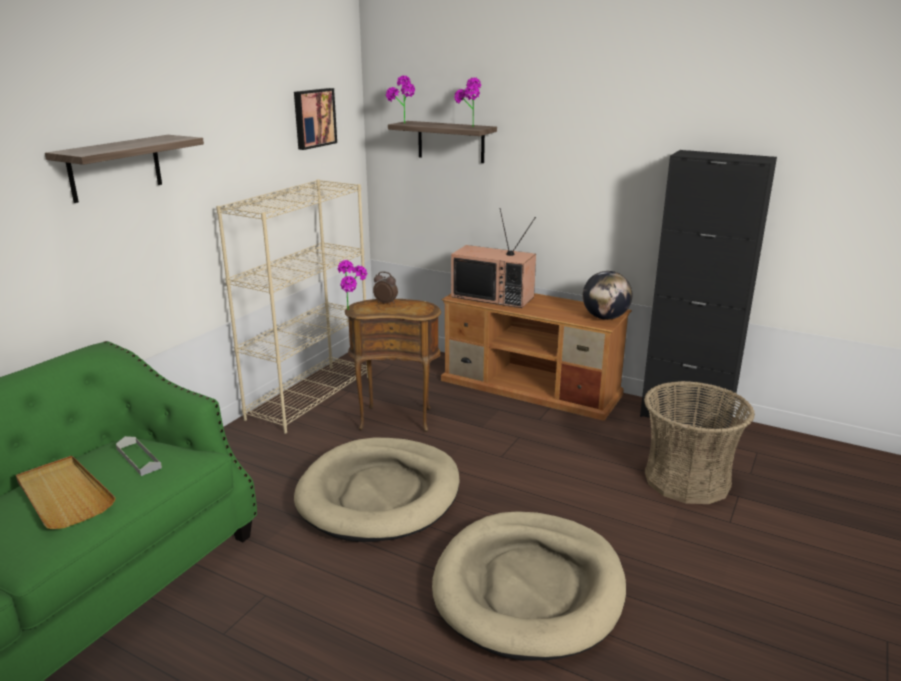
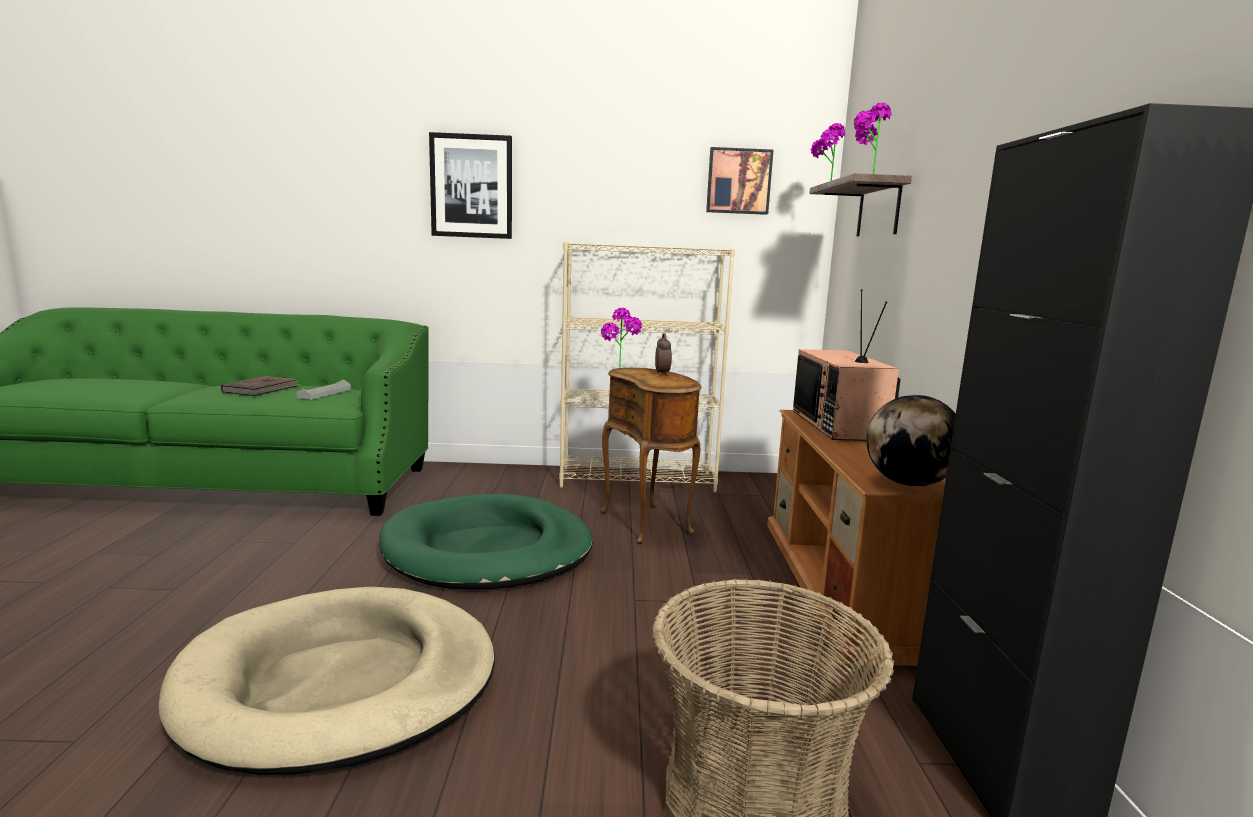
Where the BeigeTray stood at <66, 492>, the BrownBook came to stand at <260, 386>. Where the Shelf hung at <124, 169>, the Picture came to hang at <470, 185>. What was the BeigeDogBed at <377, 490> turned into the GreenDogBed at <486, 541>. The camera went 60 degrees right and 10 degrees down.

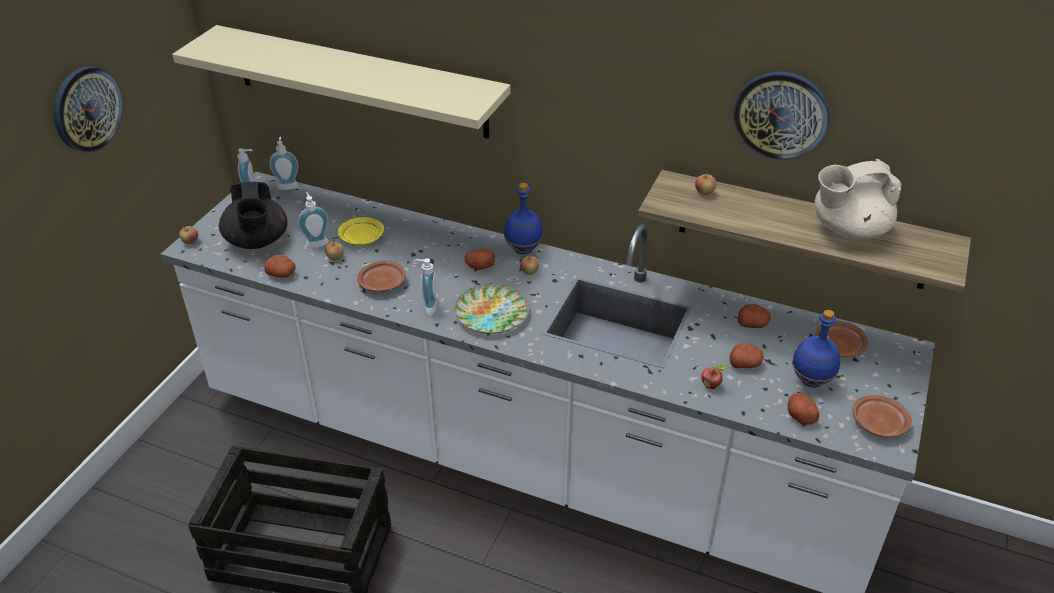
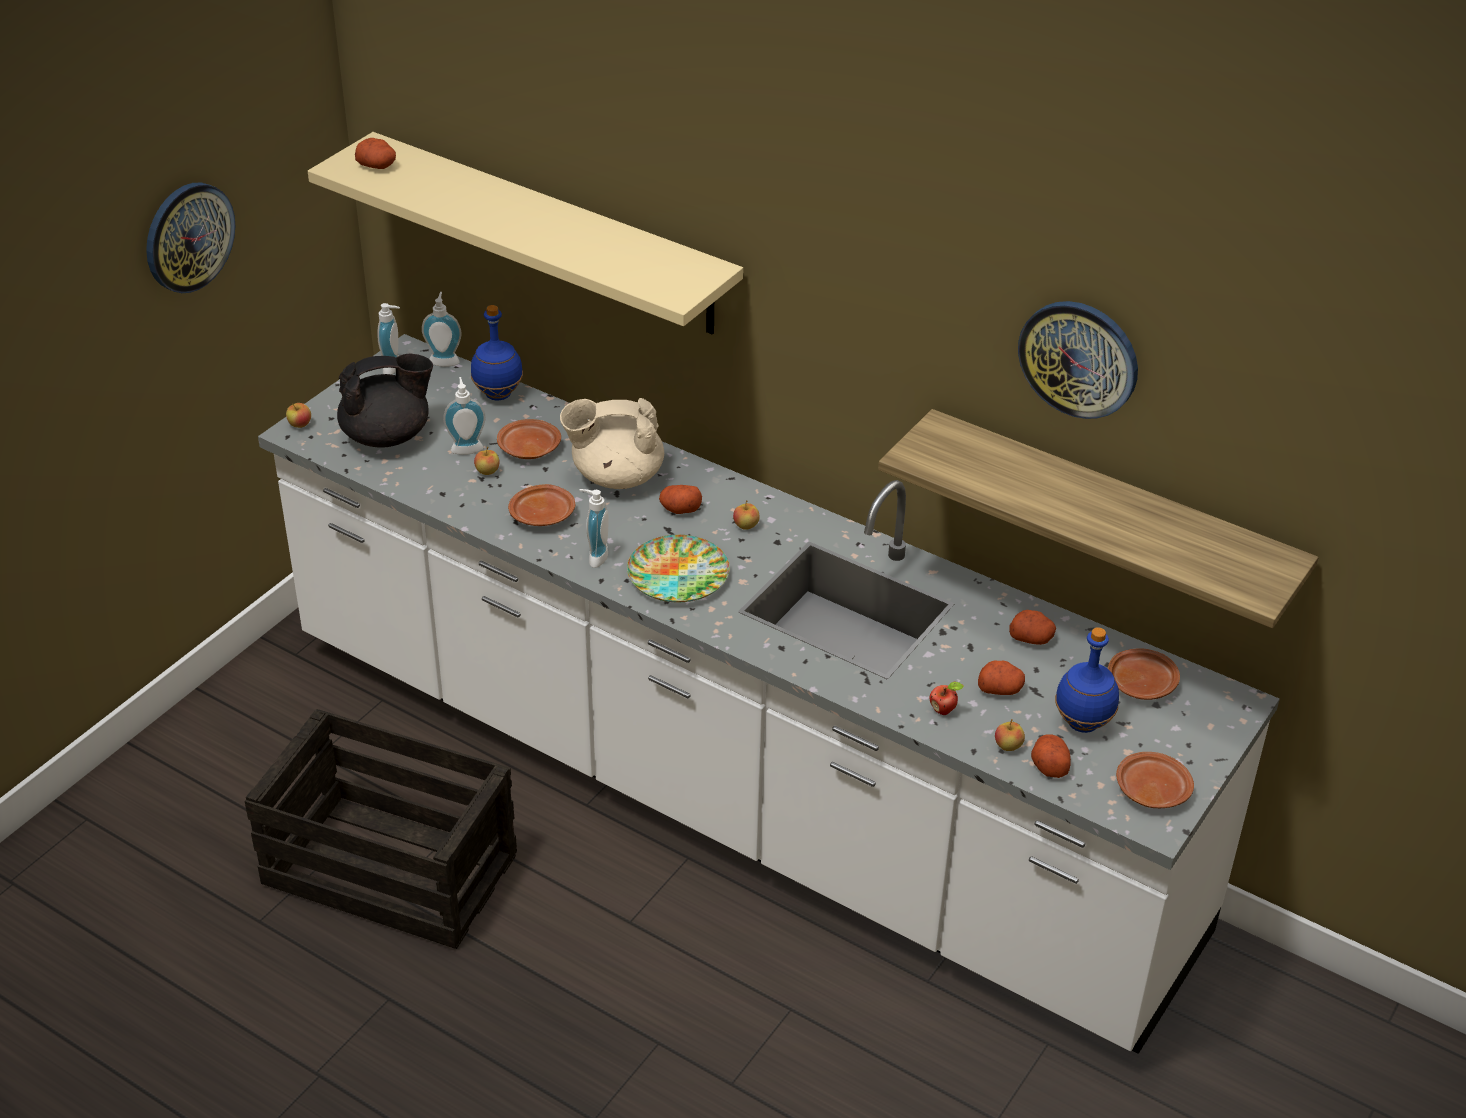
The BlackTeapot at <253, 215> ended up facing another way, 105 degrees counterclockwise from before. The Potato ended up elsewhere, having gone from <280, 266> to <375, 153>. What was the YellowPlate at <361, 231> turned into the BrownPlate at <529, 439>. The BlueBottle ended up elsewhere, having gone from <523, 218> to <497, 352>. The Apple ended up elsewhere, having gone from <705, 183> to <1010, 735>. The BeigeTeapot ended up elsewhere, having gone from <858, 199> to <612, 443>. The camera went 10 degrees right and 0 degrees up.

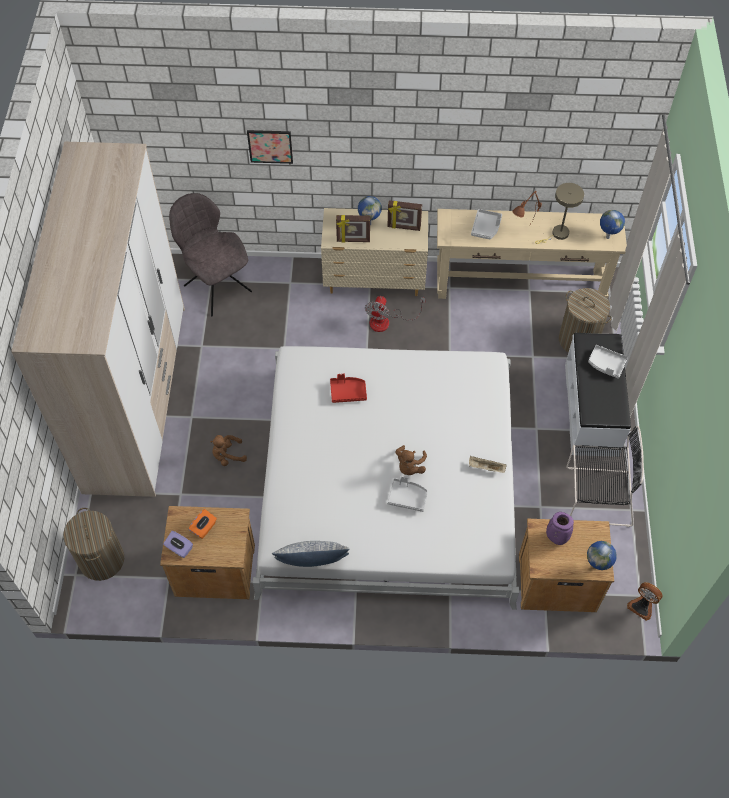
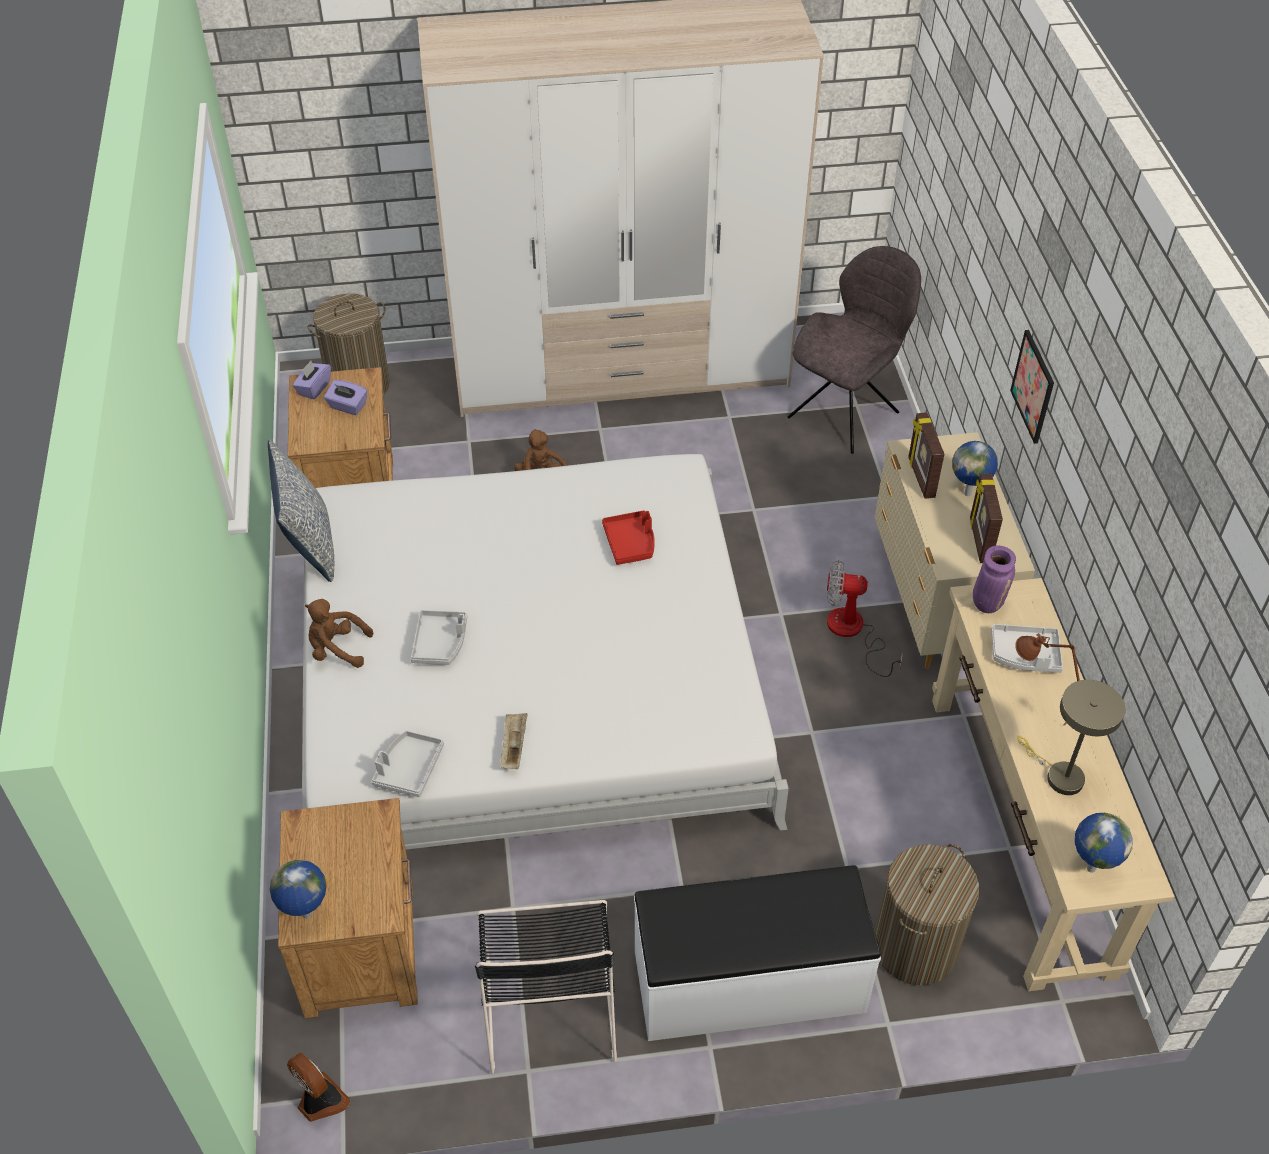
What was the OrangeTissueBox at <202, 524> turned into the PurpleTissueBox at <345, 397>. The Picture ended up elsewhere, having gone from <270, 147> to <1032, 387>. The BrownPlushToy ended up elsewhere, having gone from <411, 460> to <339, 633>. The PurpleVase ended up elsewhere, having gone from <560, 528> to <994, 579>. The GreyTray ended up elsewhere, having gone from <608, 362> to <407, 764>. The Fan at <644, 601> ended up facing another way, 105 degrees clockwise from before. The camera went 80 degrees right and 10 degrees down.

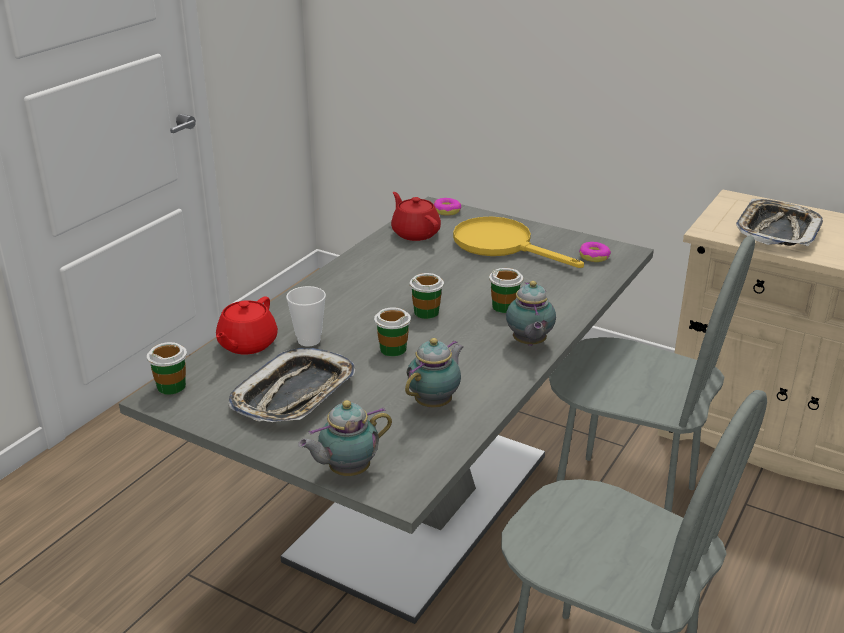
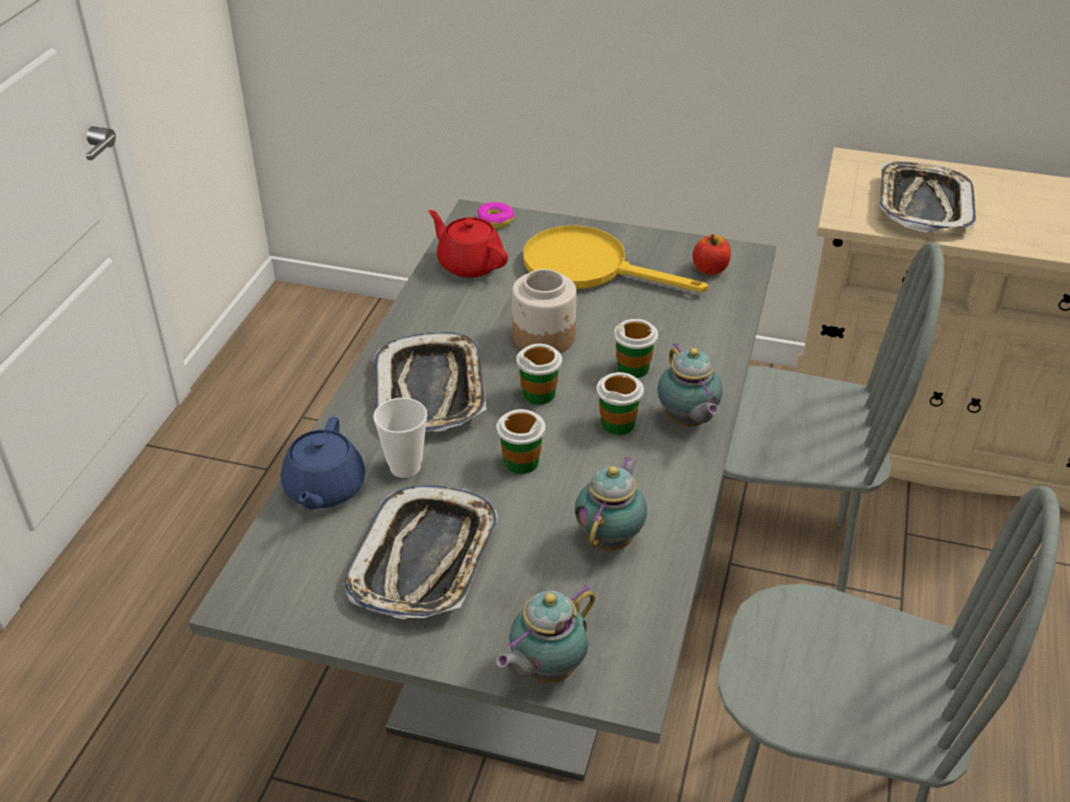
The Cup ended up elsewhere, having gone from <167, 368> to <620, 403>. What was the RedTeapot at <247, 325> turned into the BlueTeapot at <323, 463>. Where the Donut stood at <595, 252>, the Apple came to stand at <712, 254>. The second view gained the Tray at <430, 382>. The second view gained the Jar at <544, 311>. The camera went 15 degrees left and 10 degrees up.

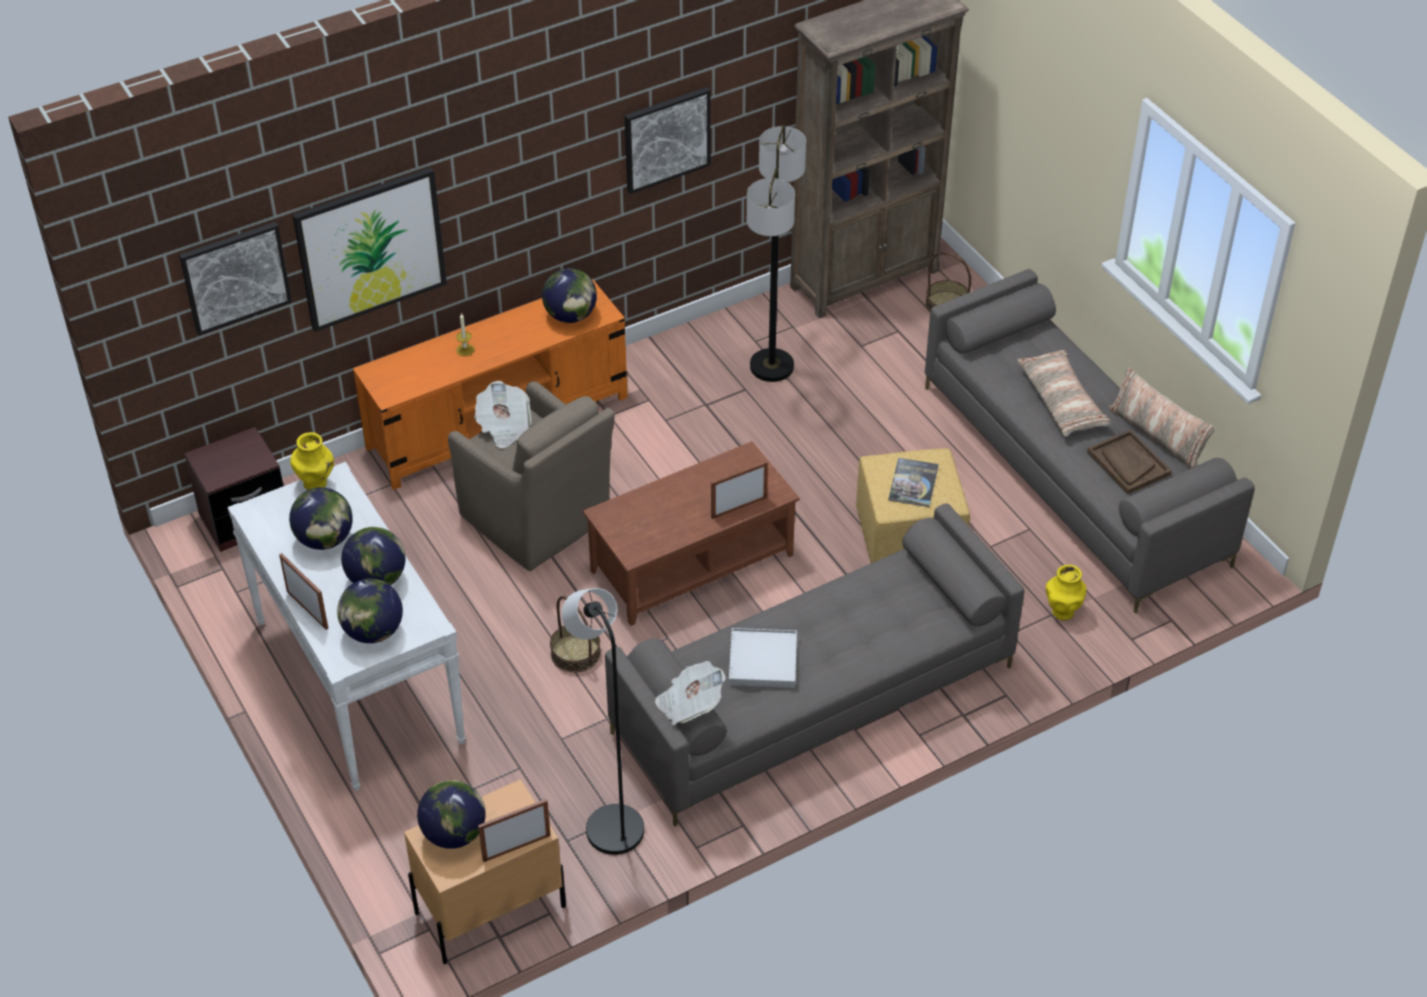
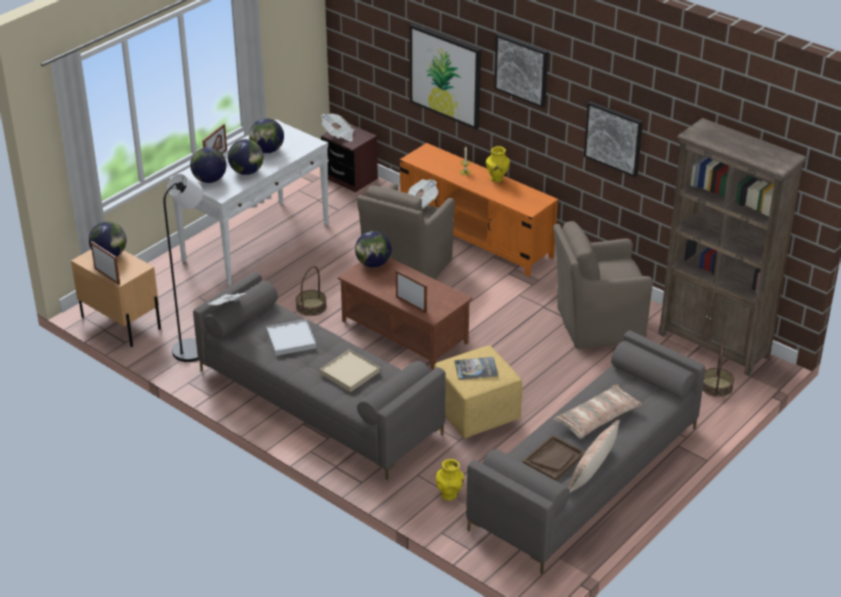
The Picture ended up elsewhere, having gone from <235, 278> to <521, 70>. The YellowVase ended up elsewhere, having gone from <312, 461> to <498, 164>. The Globe ended up elsewhere, having gone from <569, 295> to <373, 249>. Where the FloorLamp stood at <776, 253>, the BrownArmchair came to stand at <603, 285>. The second view gained the BeigeTray at <350, 370>. The second view gained the Newspaper at <337, 127>. The camera went 70 degrees right and 10 degrees down.

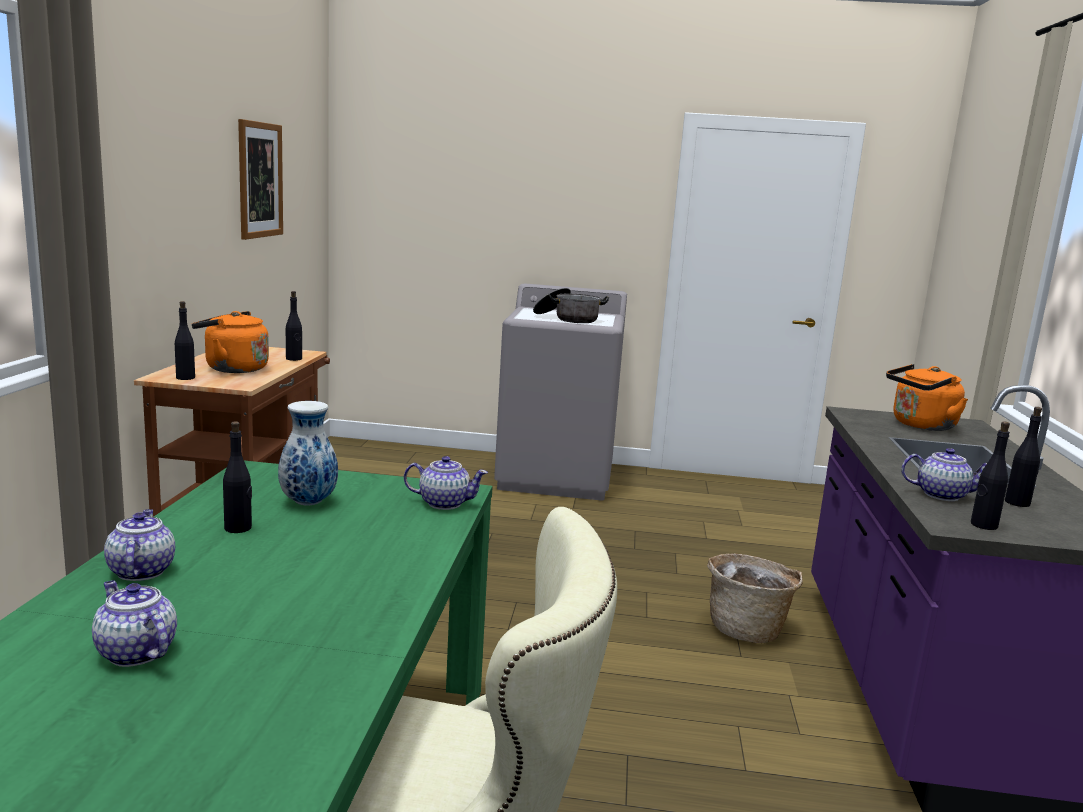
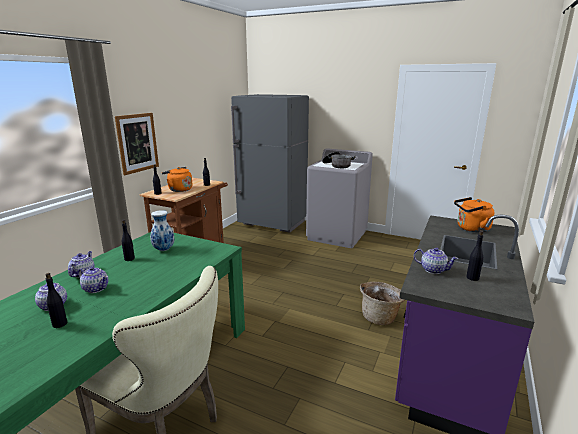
The Picture ended up elsewhere, having gone from <260, 179> to <137, 144>. The Teapot ended up elsewhere, having gone from <446, 483> to <93, 280>. The BlackBottle ended up elsewhere, having gone from <990, 475> to <56, 300>. The second view gained the GreyFridge at <270, 163>. The camera went 20 degrees right and 5 degrees up.

